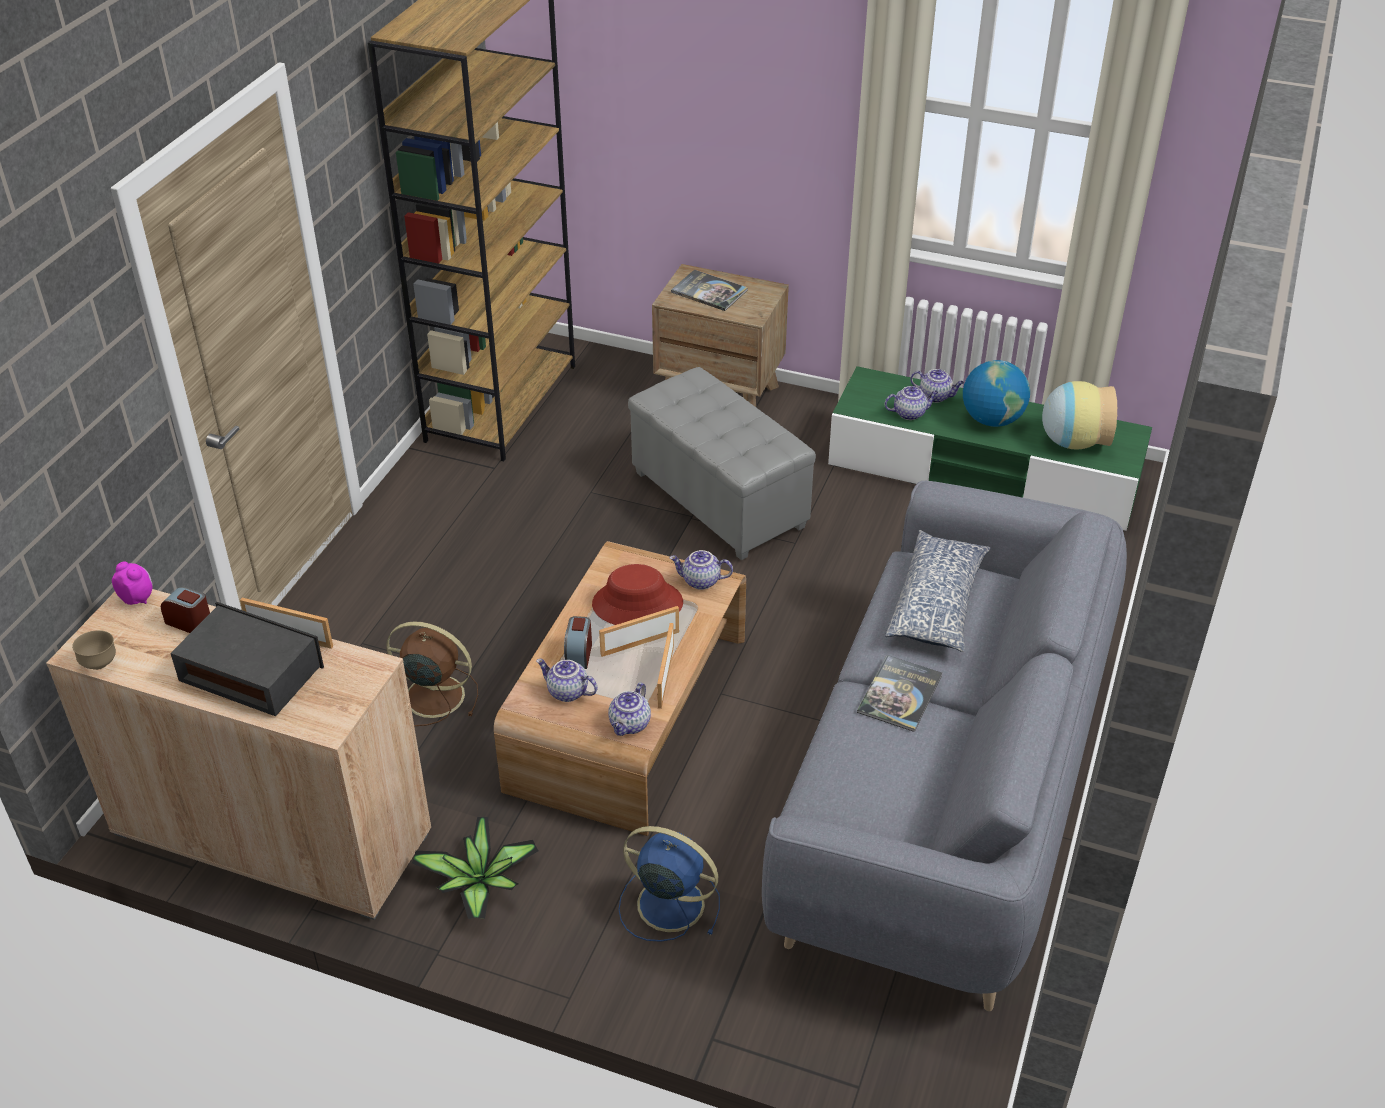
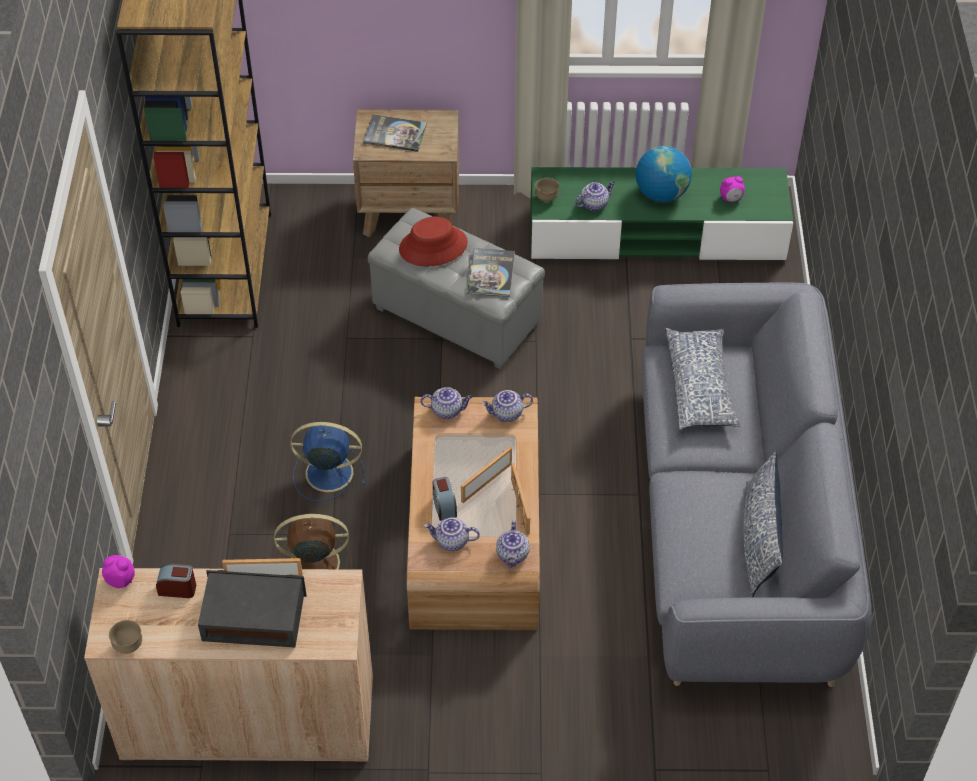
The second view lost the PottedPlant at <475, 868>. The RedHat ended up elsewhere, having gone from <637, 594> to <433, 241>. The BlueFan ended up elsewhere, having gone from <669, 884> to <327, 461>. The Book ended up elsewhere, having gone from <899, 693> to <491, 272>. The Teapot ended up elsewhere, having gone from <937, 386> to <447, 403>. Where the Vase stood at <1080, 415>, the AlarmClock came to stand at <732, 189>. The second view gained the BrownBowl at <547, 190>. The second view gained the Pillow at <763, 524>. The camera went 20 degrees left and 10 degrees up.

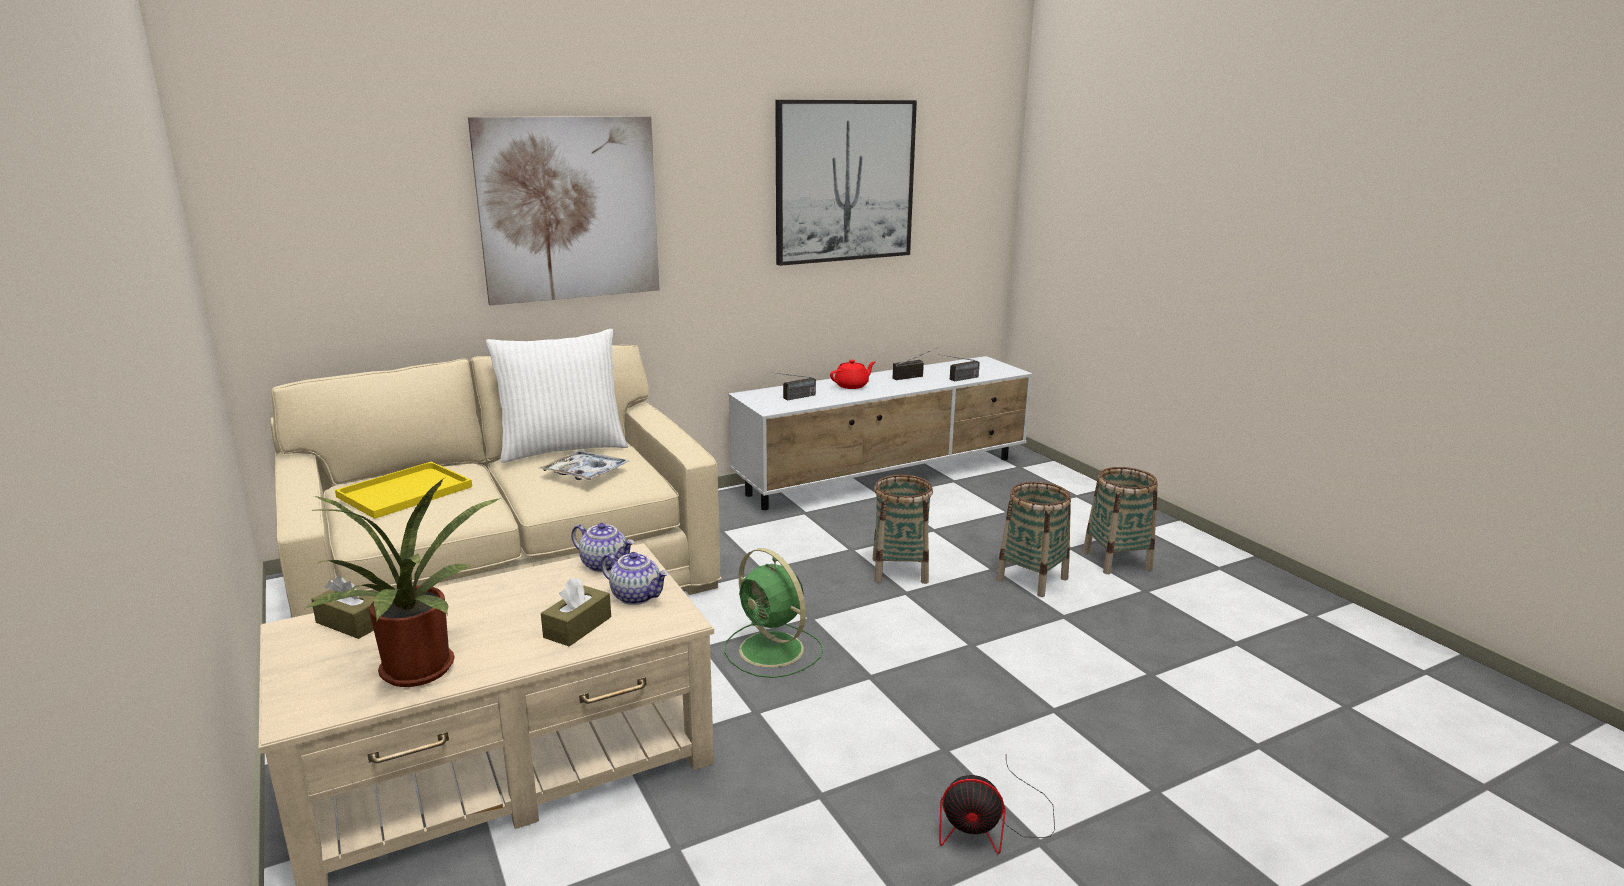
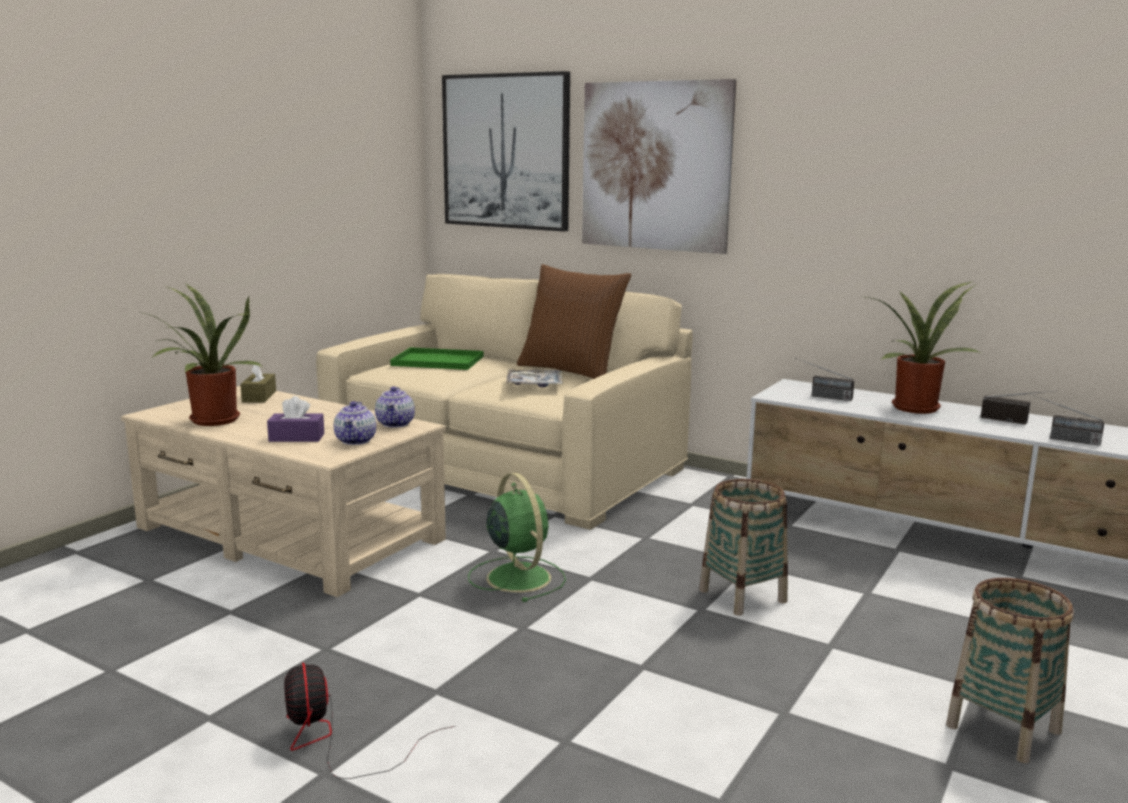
What was the YellowTray at <403, 490> turned into the GreenTray at <436, 358>. What was the WhitePillow at <557, 396> turned into the BrownPillow at <574, 321>. What was the BrownTissueBox at <576, 612> turned into the PurpleTissueBox at <295, 419>. The GreenFan at <773, 613> ended up facing another way, 135 degrees clockwise from before. The Picture ended up elsewhere, having gone from <846, 183> to <506, 151>. Where the RedTeapot stood at <852, 374>, the PottedPlant came to stand at <923, 347>. The second view lost the Basket at <1033, 539>. The camera went 60 degrees right and 5 degrees down.

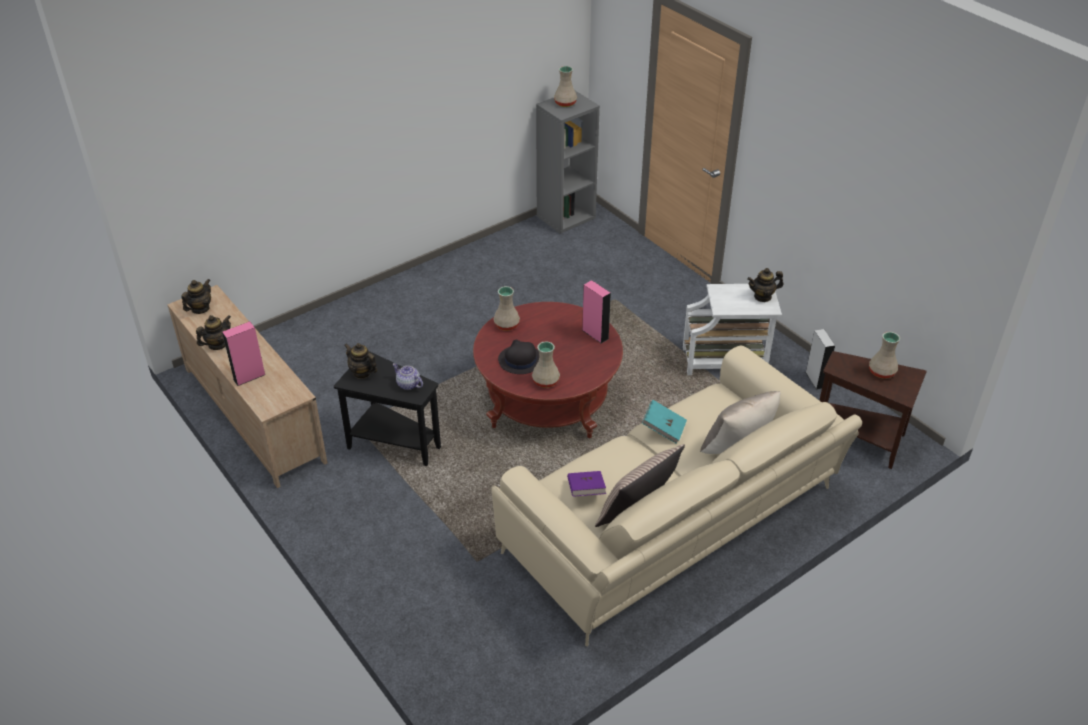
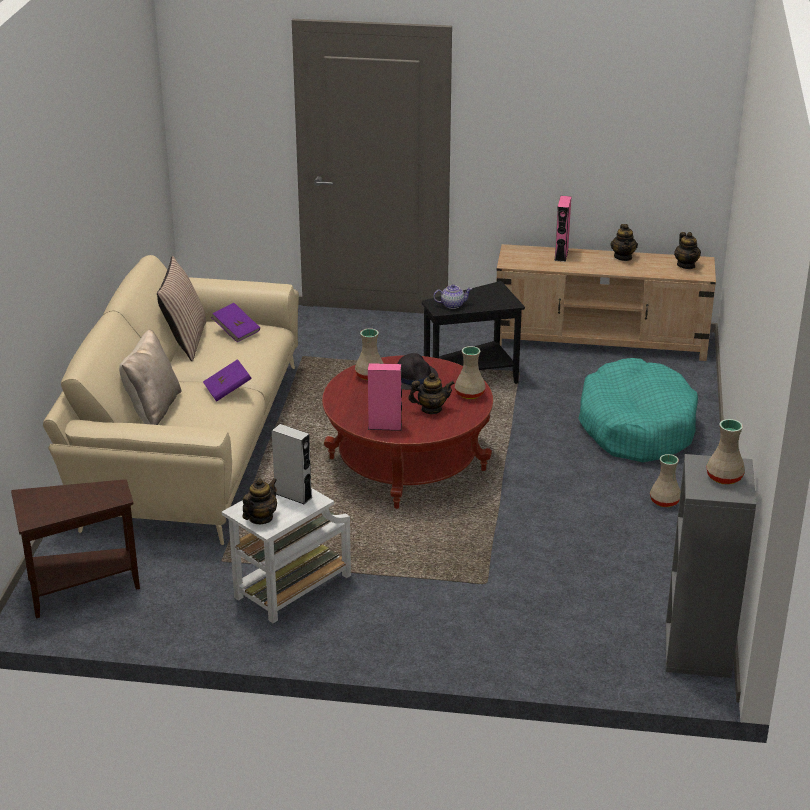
The Teapot ended up elsewhere, having gone from <360, 361> to <431, 393>. What was the TurquoiseBook at <664, 422> turned into the PurpleBook at <227, 380>. The GreySpeaker ended up elsewhere, having gone from <820, 359> to <292, 464>. The BeigeVase ended up elsewhere, having gone from <884, 355> to <665, 480>. The second view gained the TurquoiseDogBed at <638, 410>. The camera went 135 degrees right and 10 degrees down.

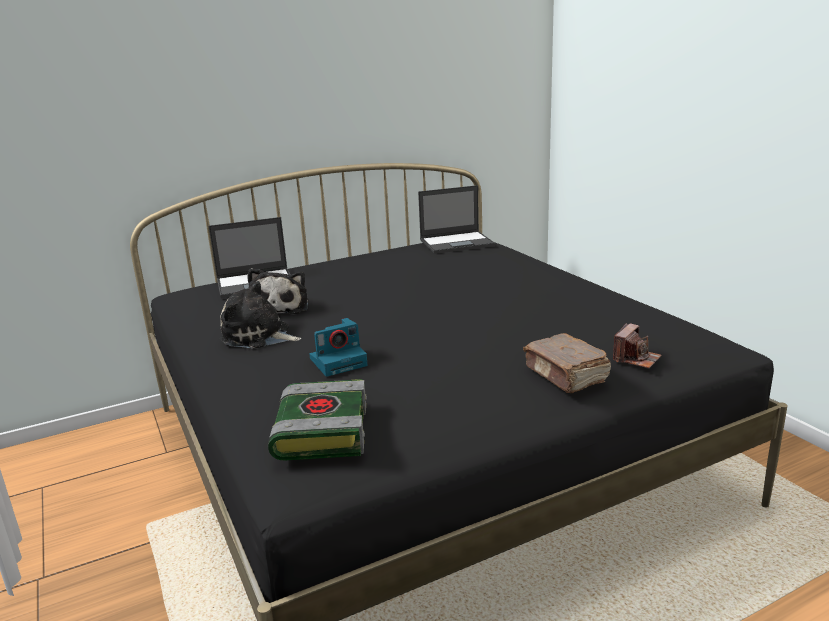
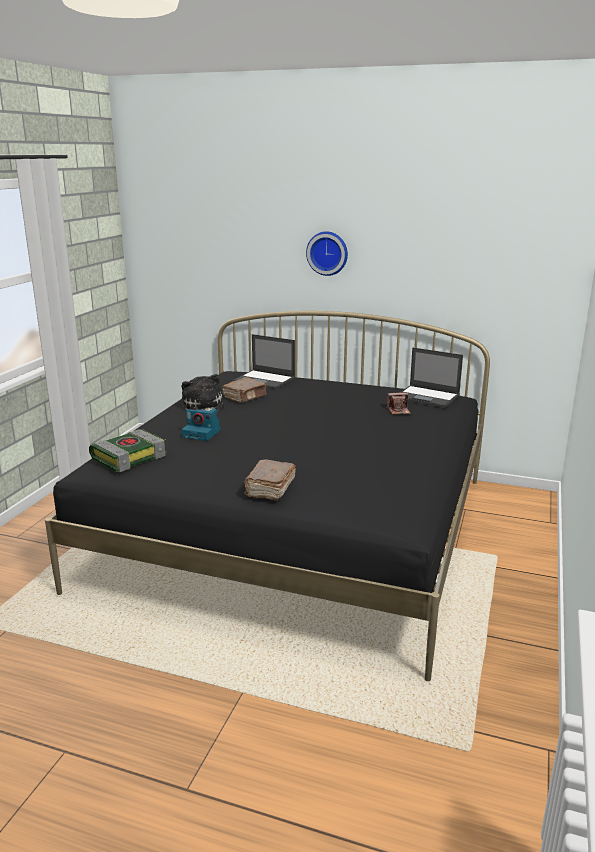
Where the PlushToy stood at <277, 291>, the BrownBook came to stand at <244, 389>. The PhotoCamera ended up elsewhere, having gone from <637, 345> to <398, 403>. The second view gained the WallClock at <327, 253>. The camera went 45 degrees right and 0 degrees up.

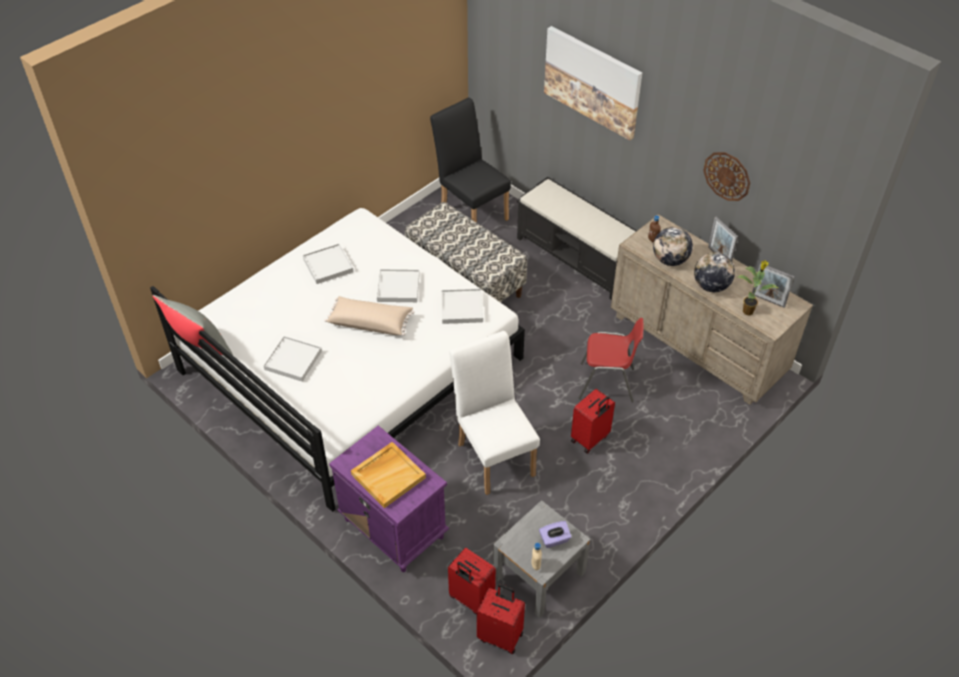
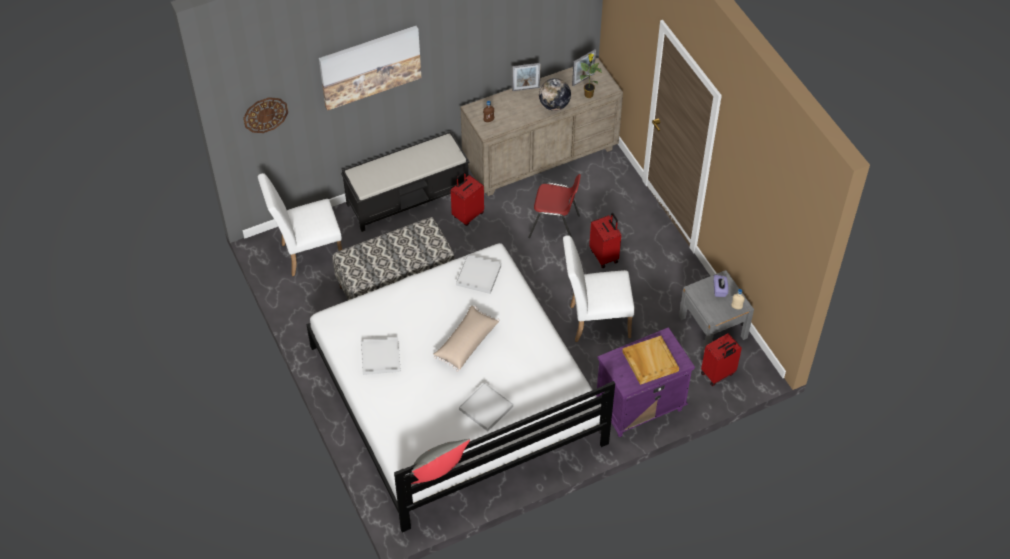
The second view lost the WhiteTray at <398, 285>. What was the BlackChair at <470, 160> turned into the WhiteChair at <300, 224>. The RedSuitcase ended up elsewhere, having gone from <501, 619> to <467, 198>. The RedChair at <611, 360> ended up facing another way, 75 degrees clockwise from before. The second view lost the Globe at <673, 246>. The WallClock ended up elsewhere, having gone from <726, 176> to <265, 115>. The camera went 70 degrees left and 5 degrees up.

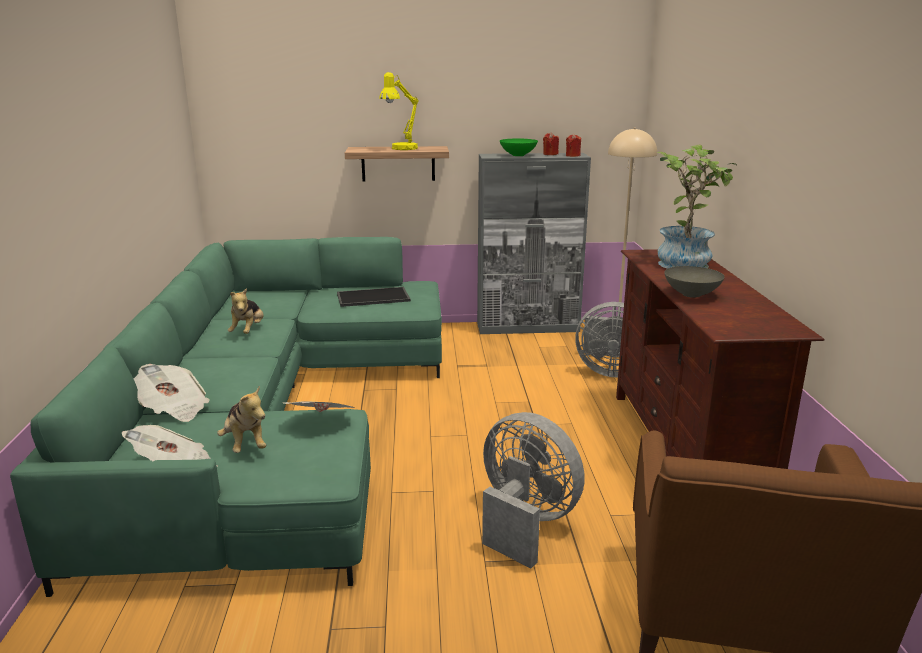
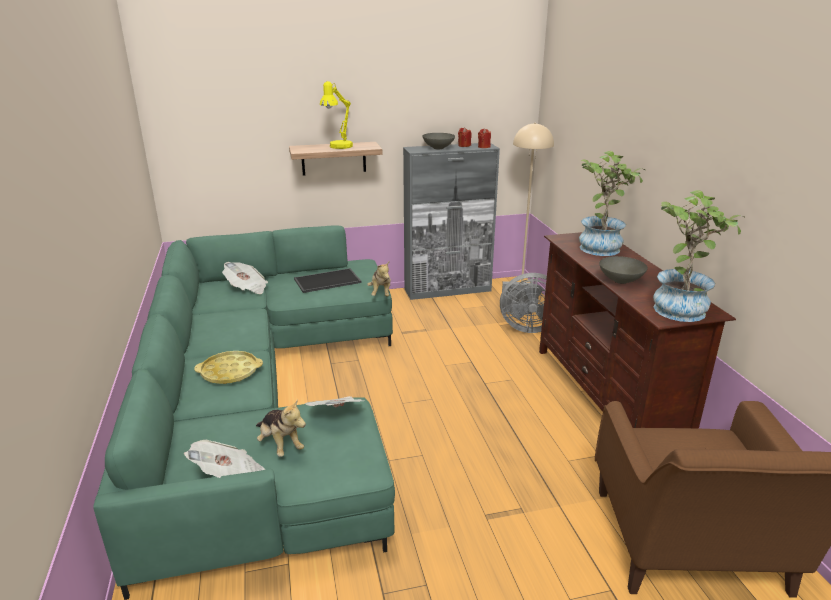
The Newspaper ended up elsewhere, having gone from <171, 393> to <245, 278>. The PlushToy ended up elsewhere, having gone from <246, 311> to <379, 279>. The second view lost the GreyFan at <533, 490>. What was the GreenBowl at <519, 147> turned into the GreyBowl at <438, 141>. The second view gained the YellowTray at <228, 367>. The second view gained the PottedPlant at <699, 256>. The camera went 10 degrees left and 5 degrees up.

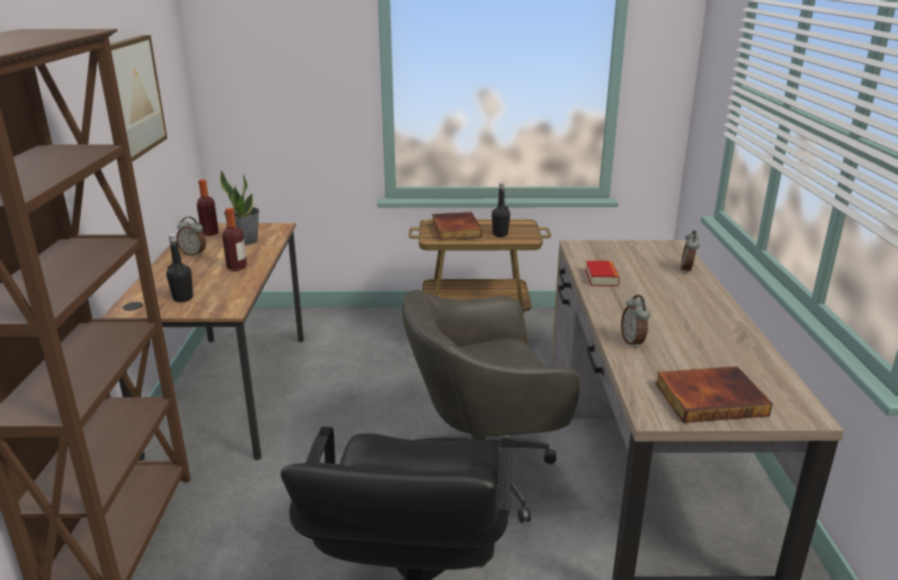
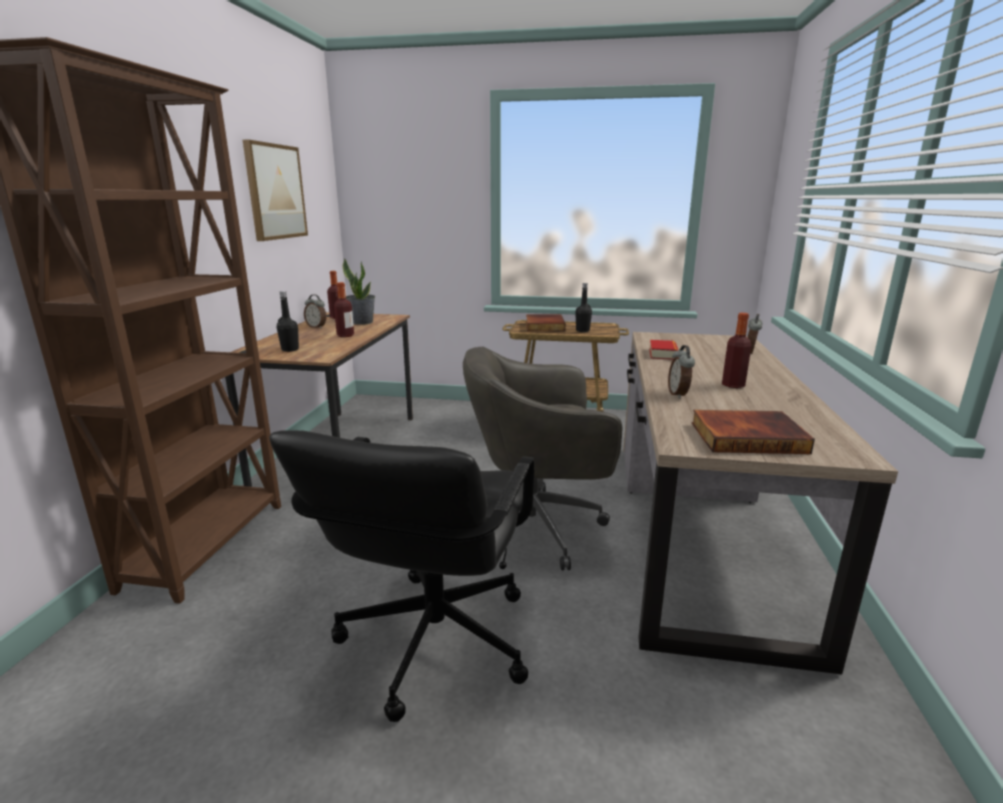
The second view gained the Bottle at <736, 350>. The camera went 10 degrees right and 5 degrees down.

